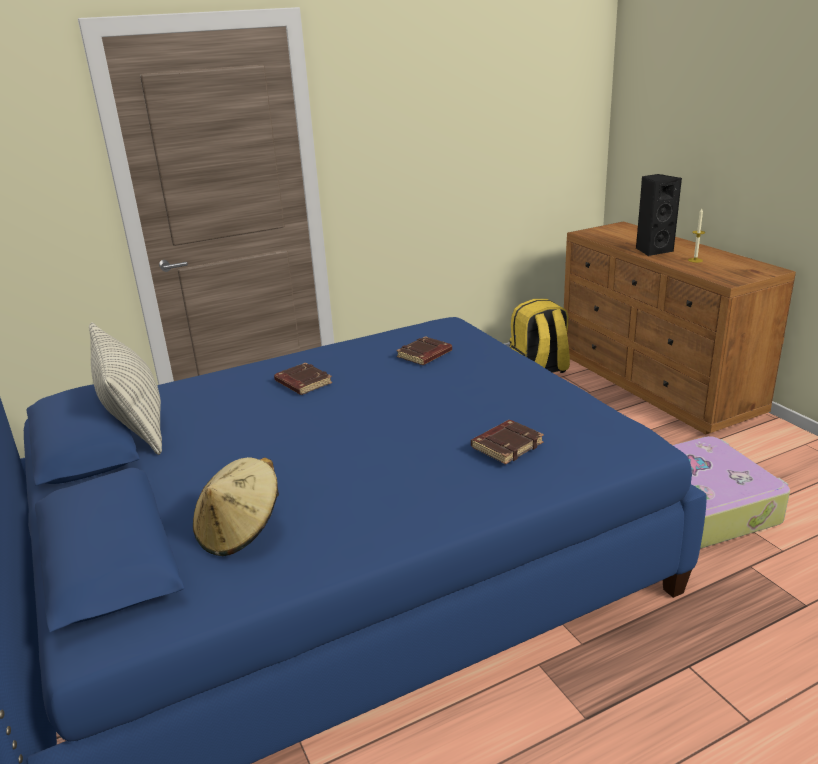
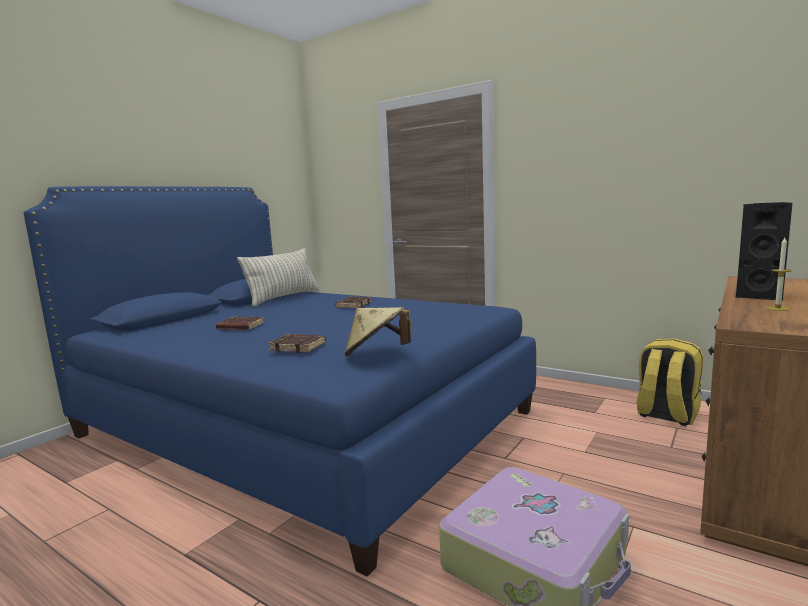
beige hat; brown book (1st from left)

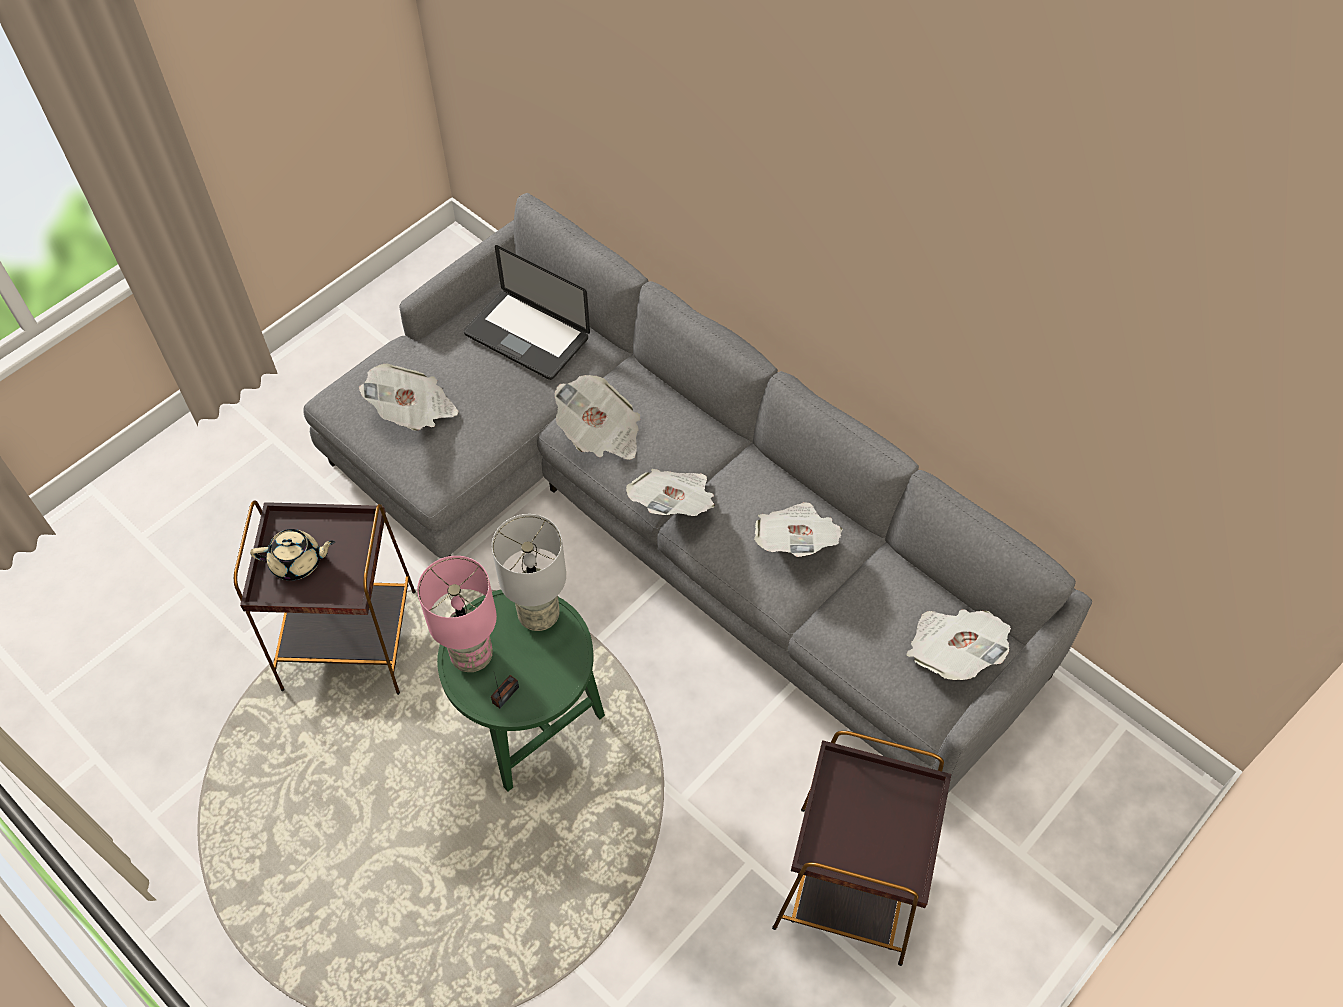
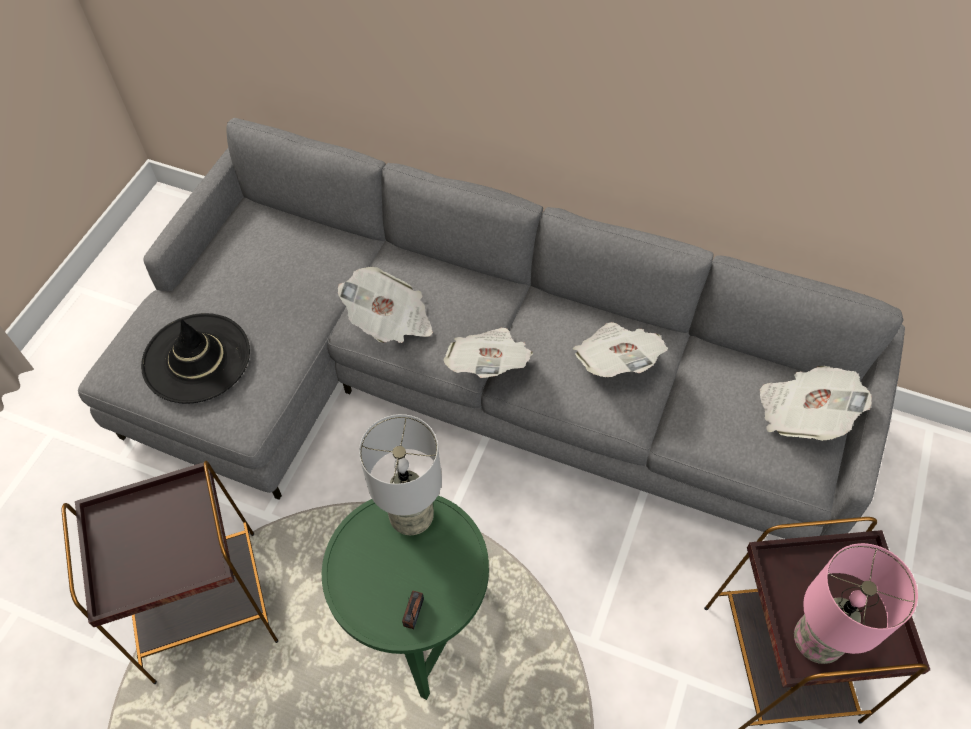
beige teapot; black hat; pink table lamp; laptop

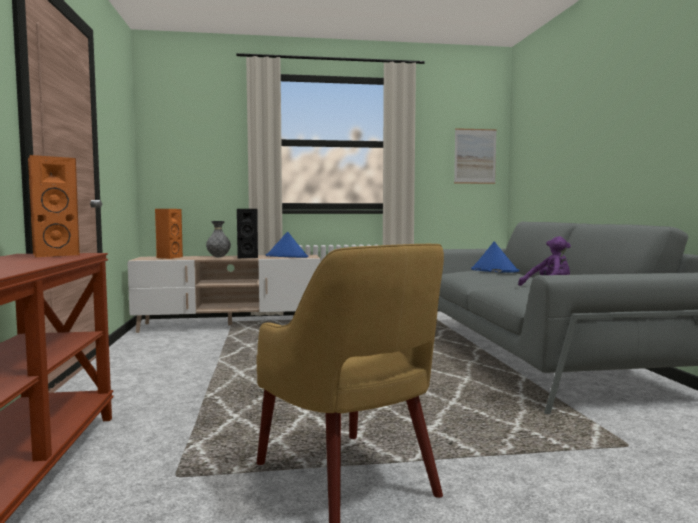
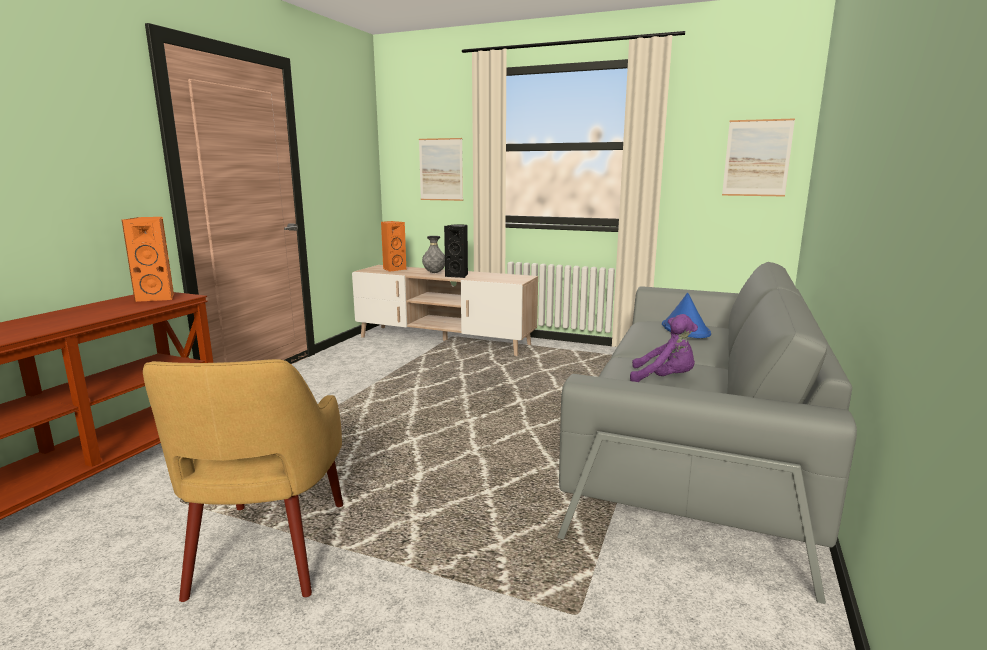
blue hat (1st from left in the first image); picture (1st from left)

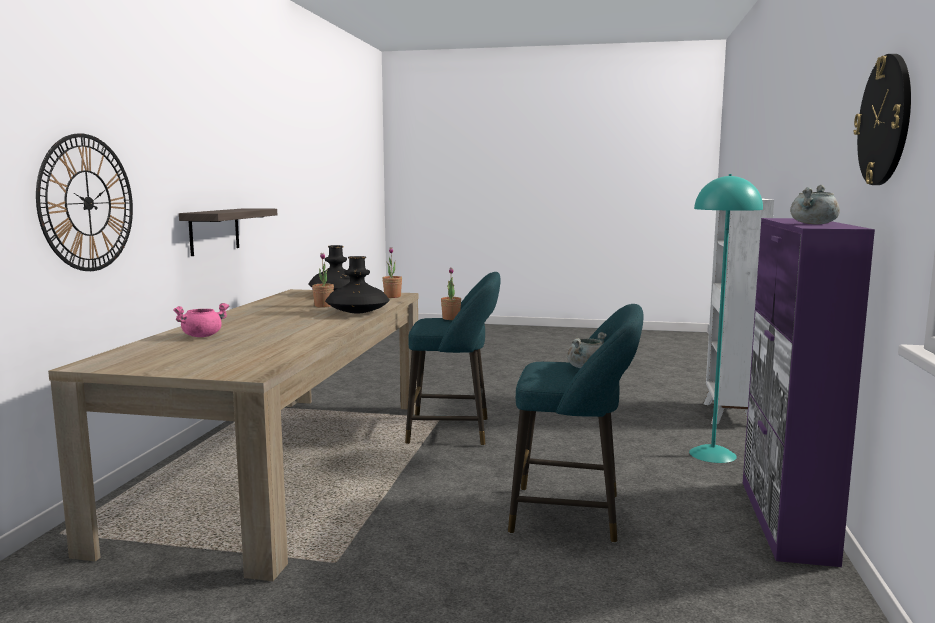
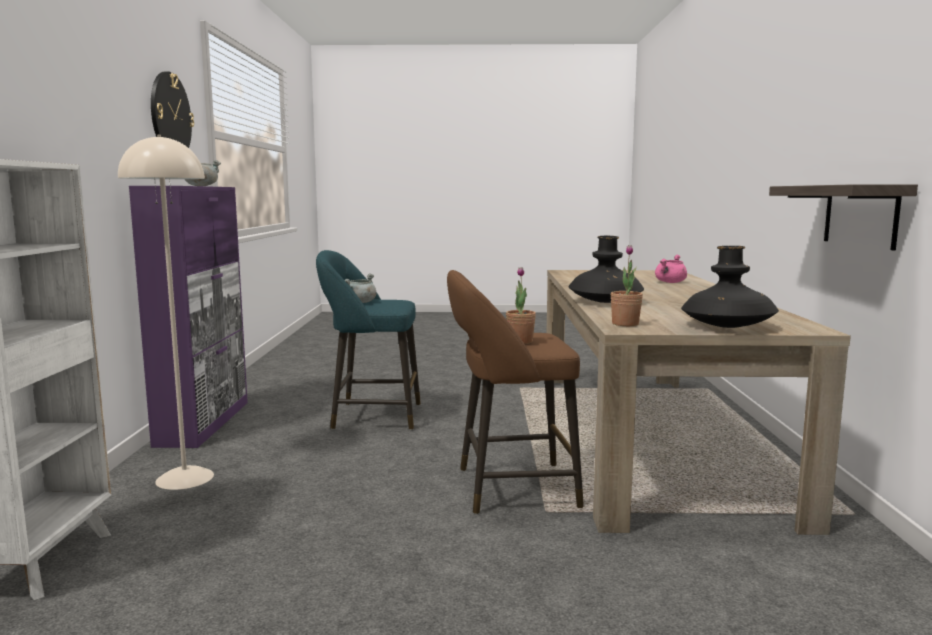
wall clock (1st from left in the first image); potted plant (1st from left in the first image); brown stool; beige floor lamp

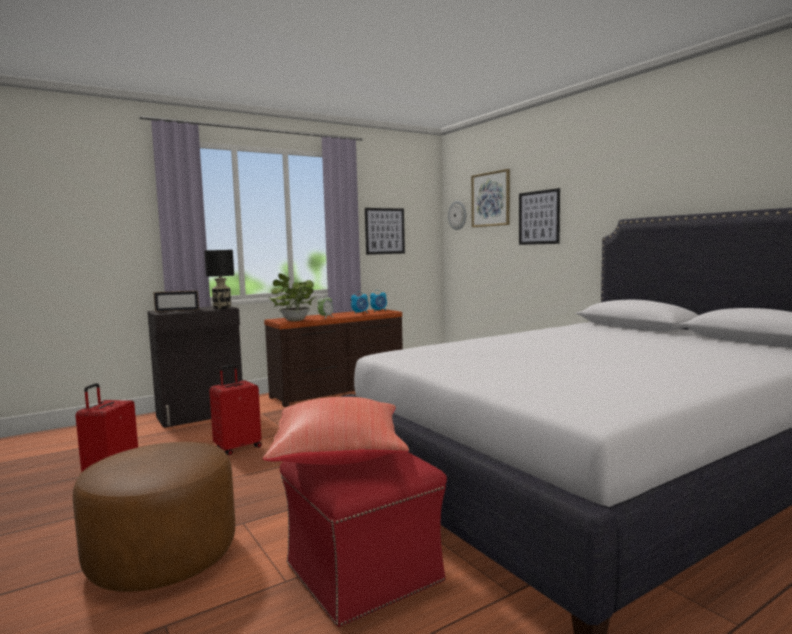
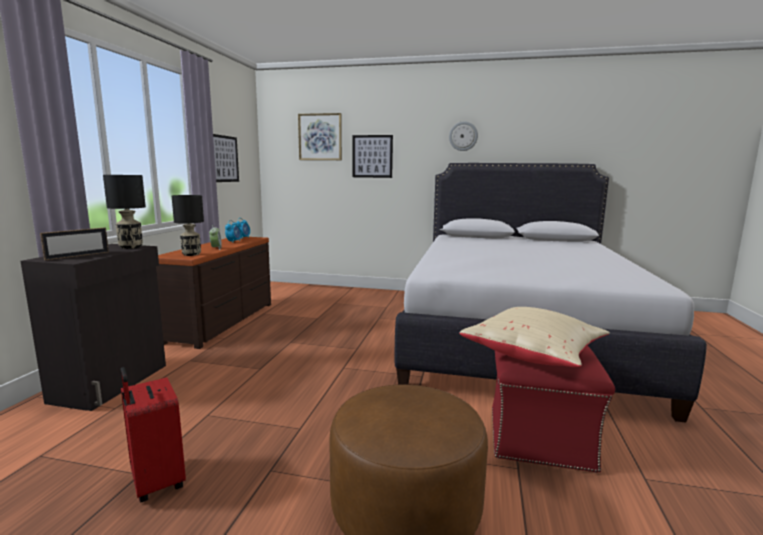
red suitcase (2nd from left in the first image); beige pillow; black table lamp (2nd from left); wall clock

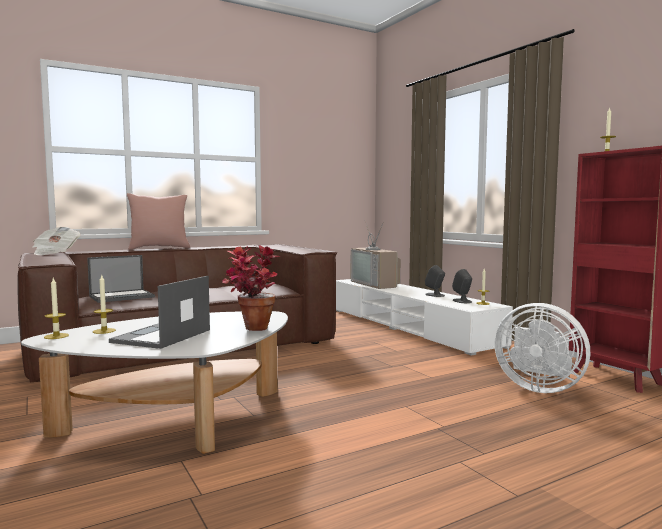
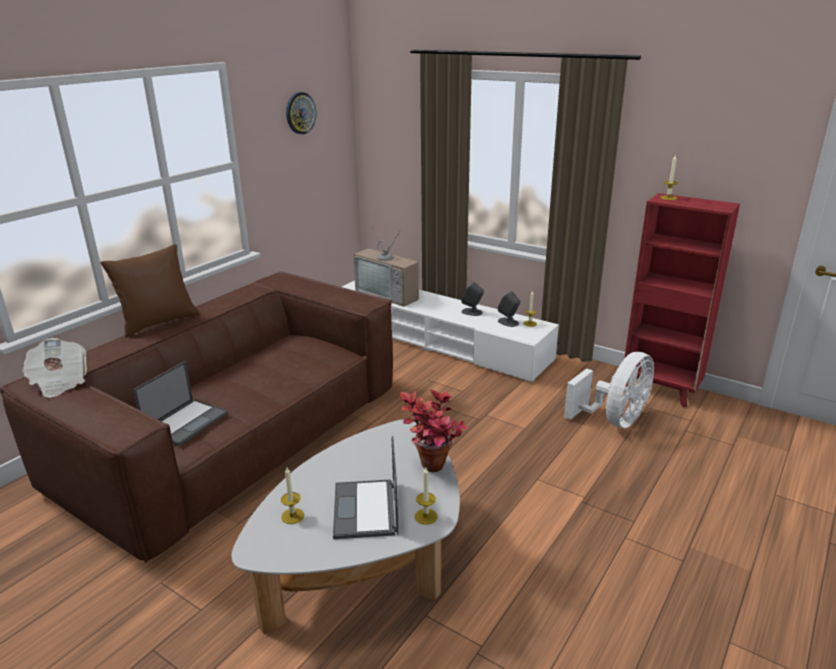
candle (2nd from left); brown pillow; white fan; wall clock

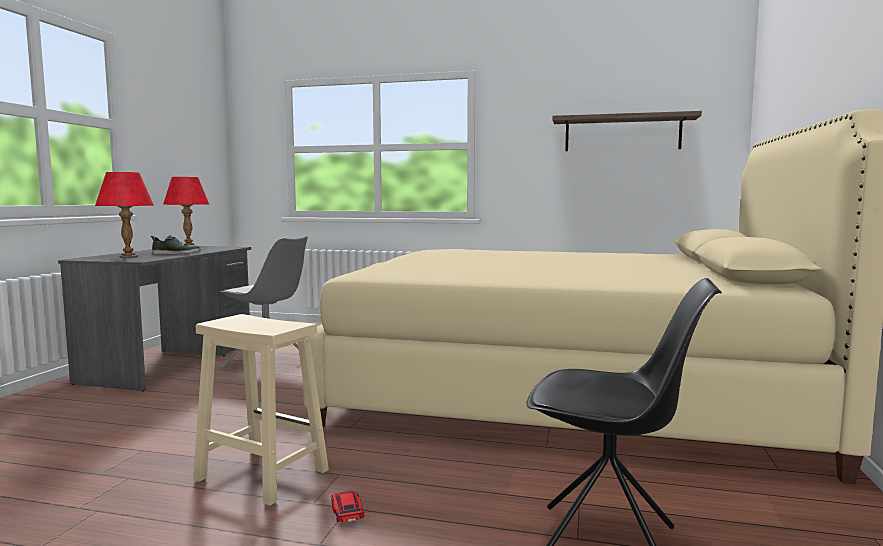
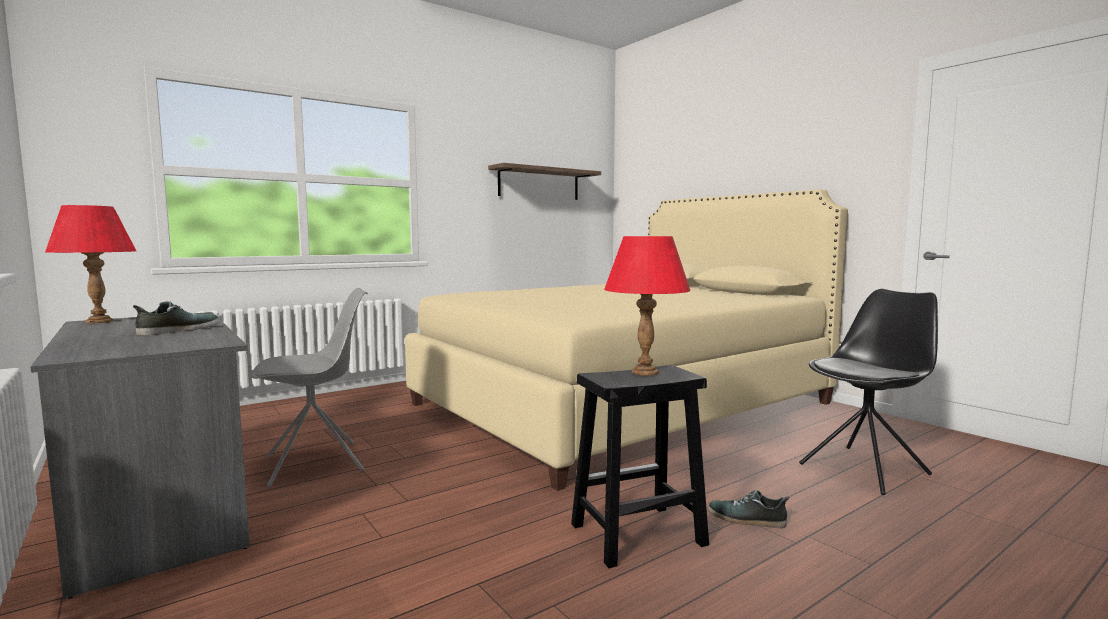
red table lamp (2nd from left); black stool; shoe (2nd from left)

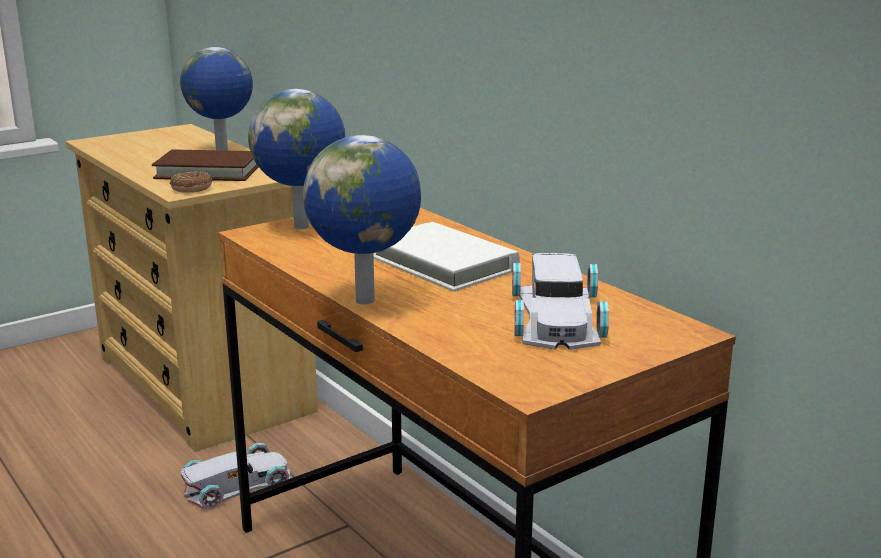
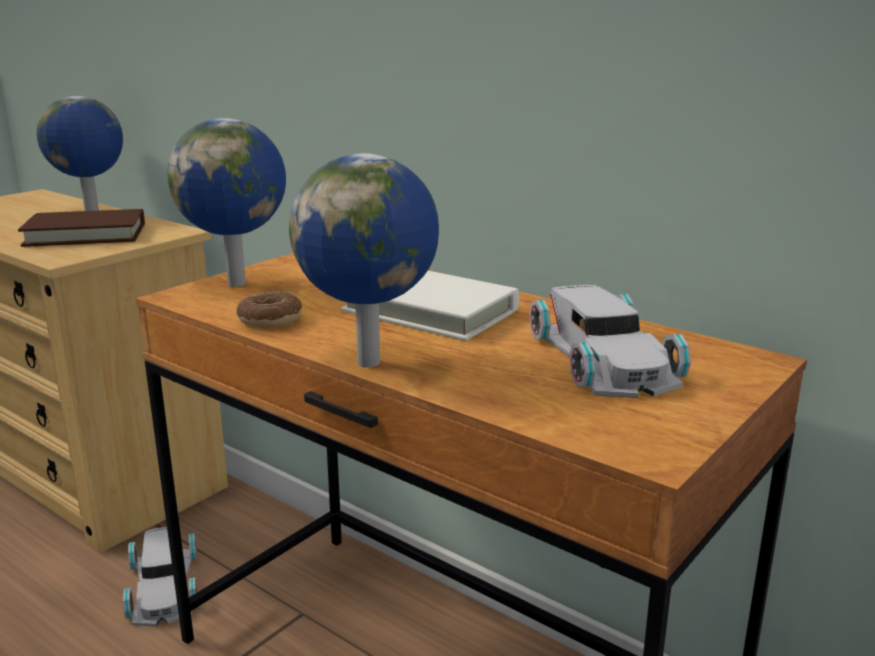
donut; white toy car (1st from left)

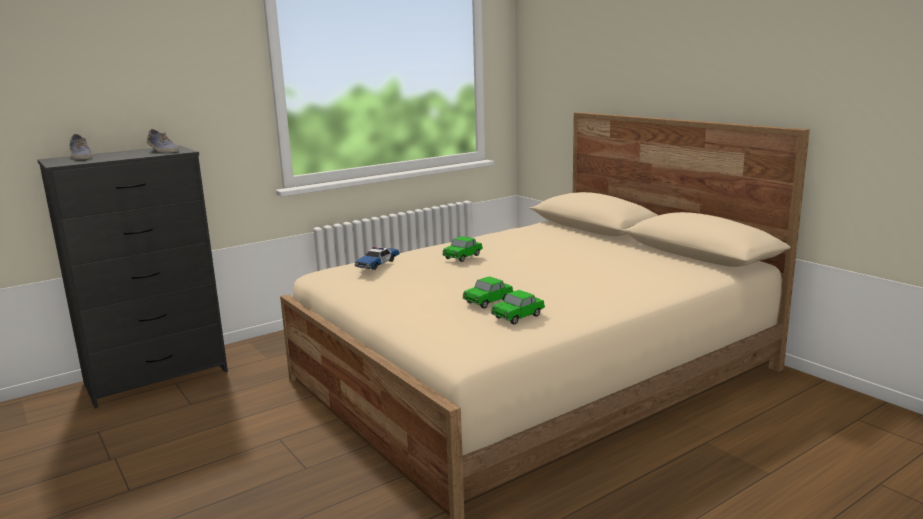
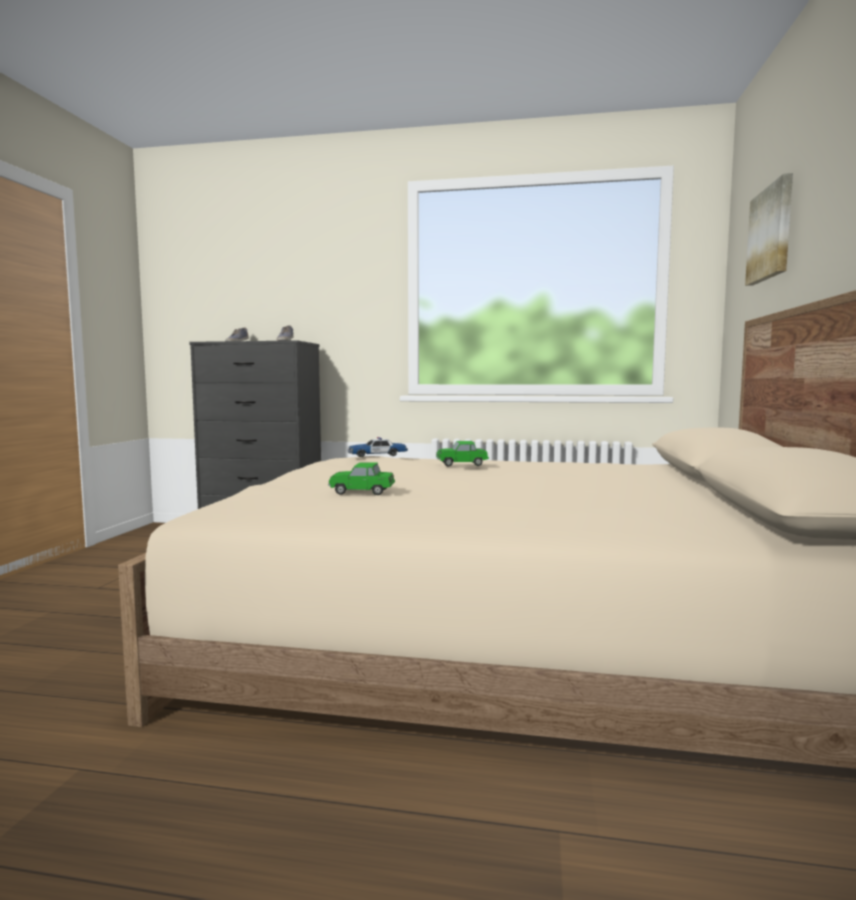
toy car (4th from left in the first image); picture

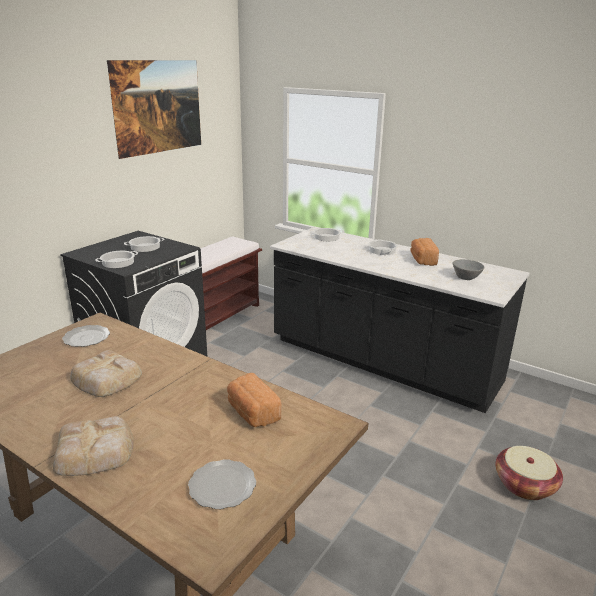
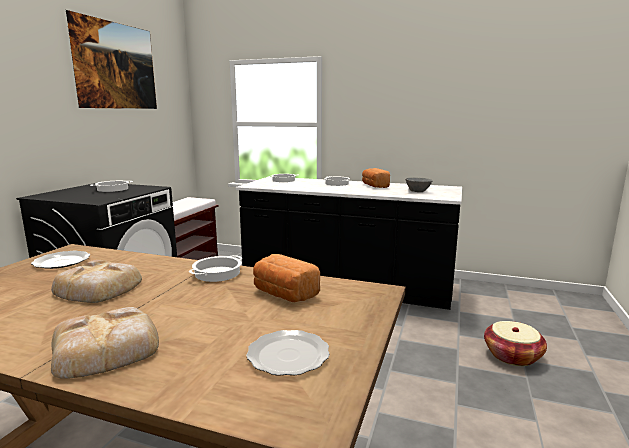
cooking pot (2nd from left)

